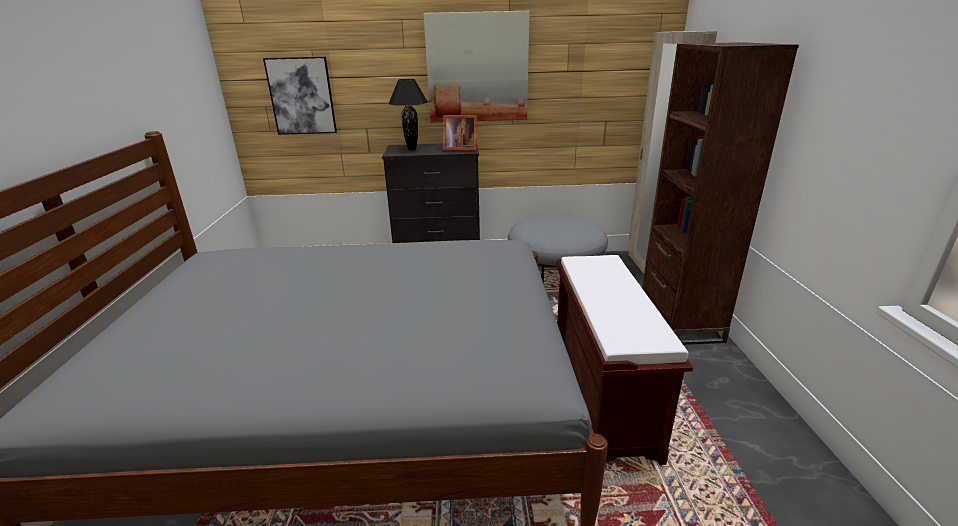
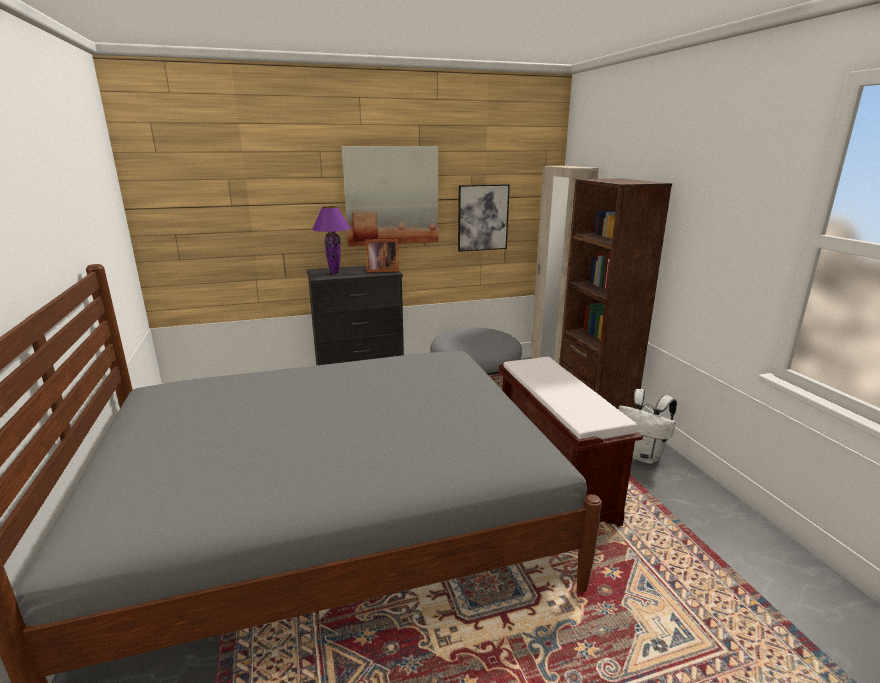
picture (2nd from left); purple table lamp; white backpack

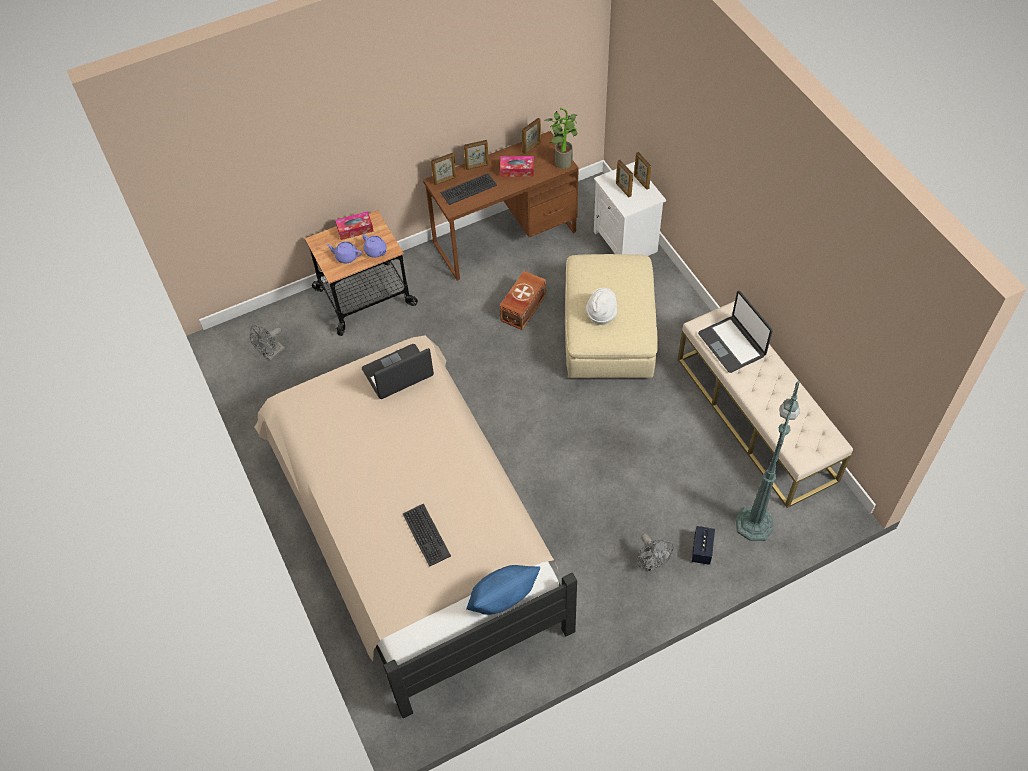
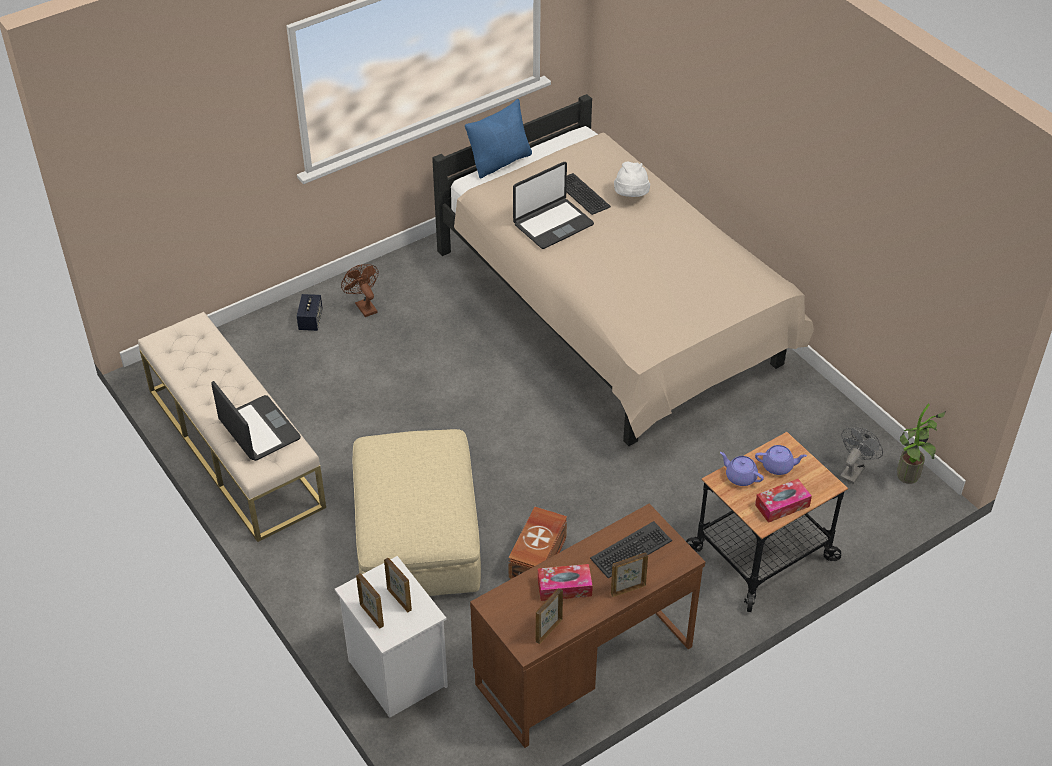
laptop (2nd from left); picture frame (1st from left in the first image); potted plant; white hat; brown fan; green floor lamp

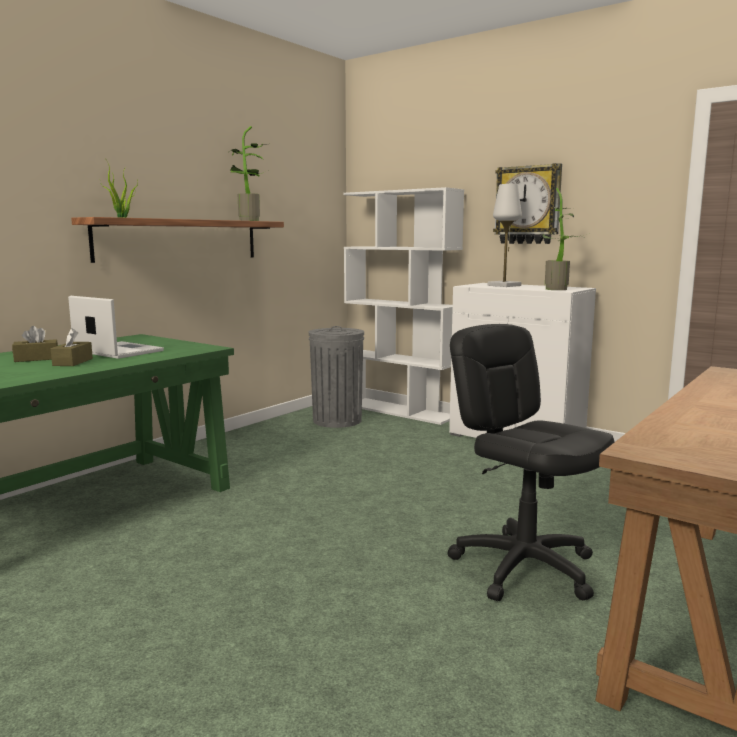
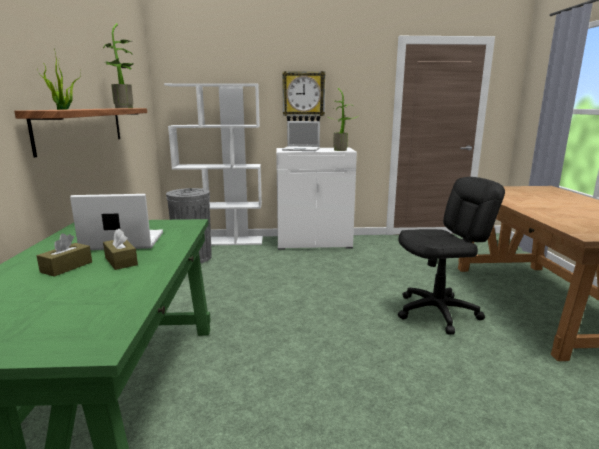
black office chair; laptop (2nd from left)

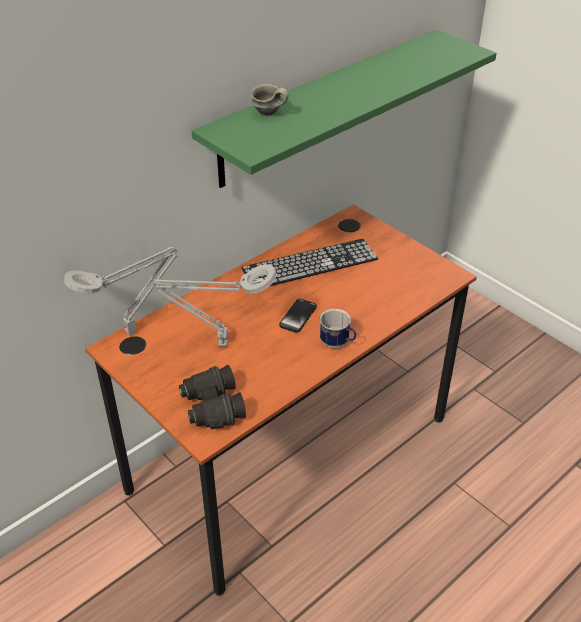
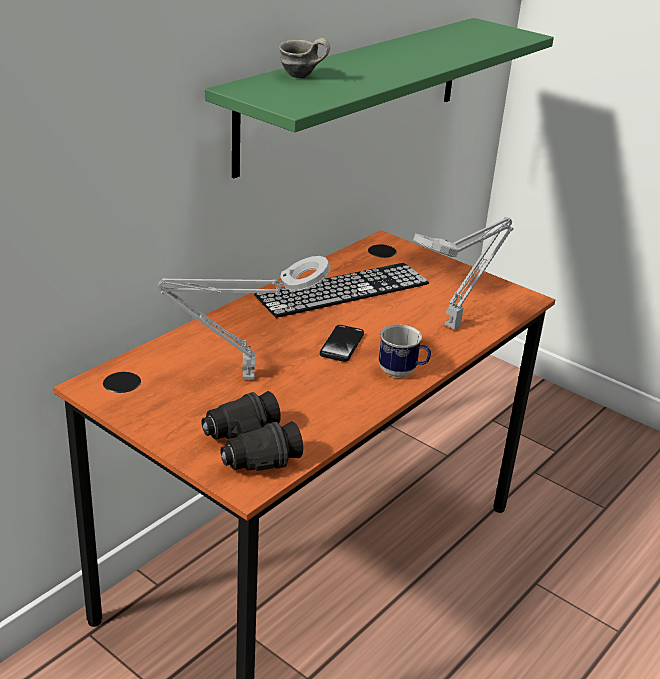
grey table lamp (2nd from left)

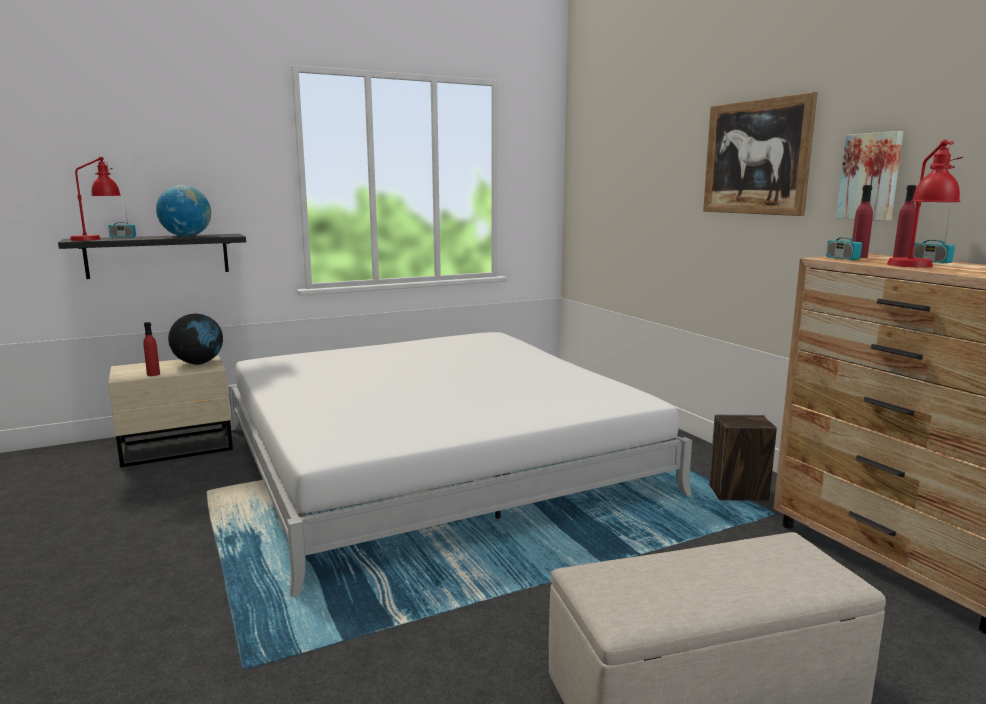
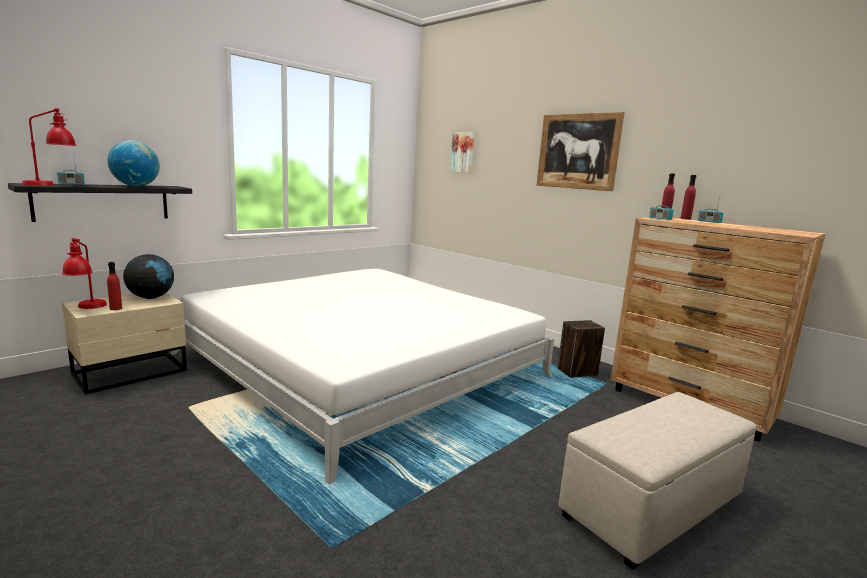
picture (1st from left); red table lamp (2nd from left)

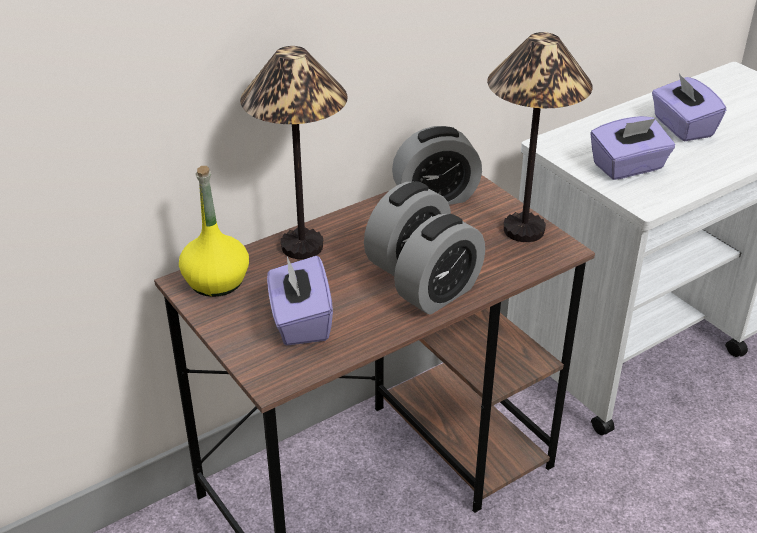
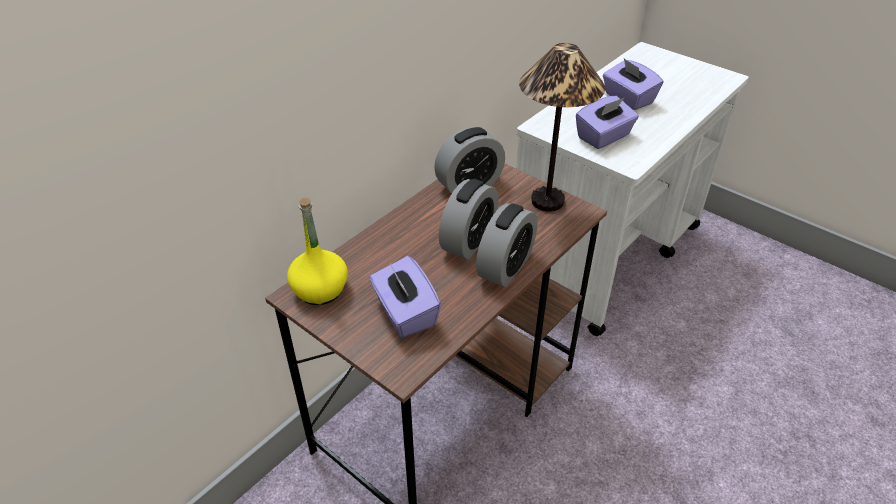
table lamp (1st from left in the first image)

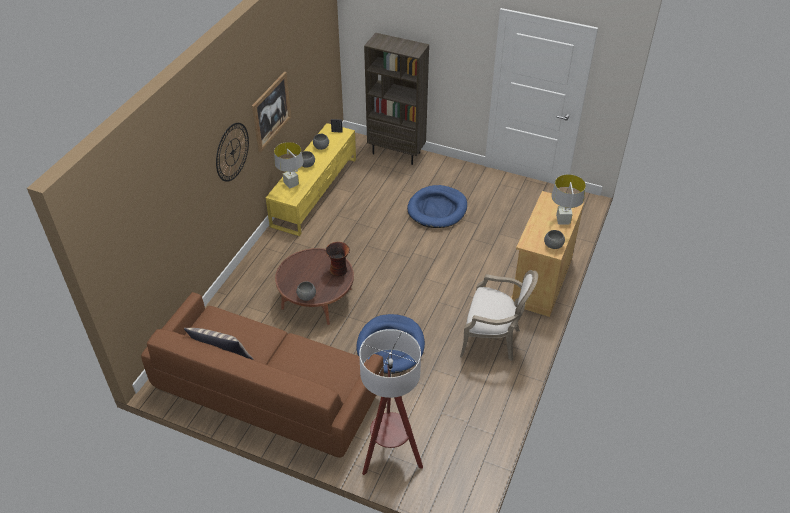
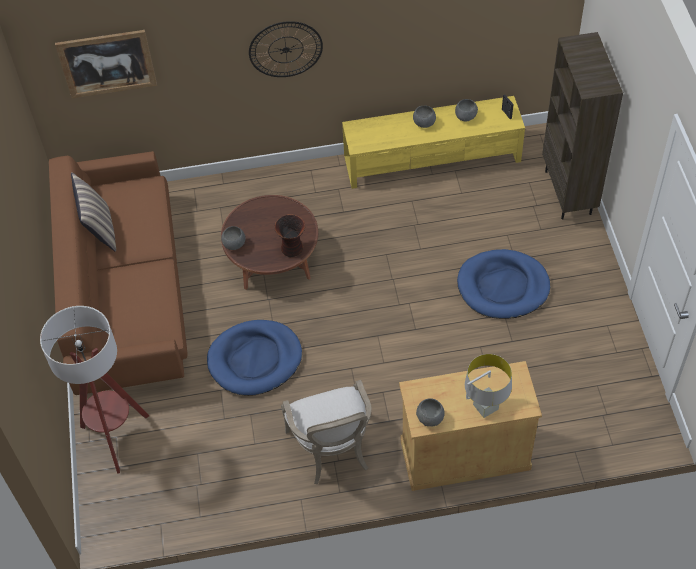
picture; grey table lamp (1st from left in the first image)

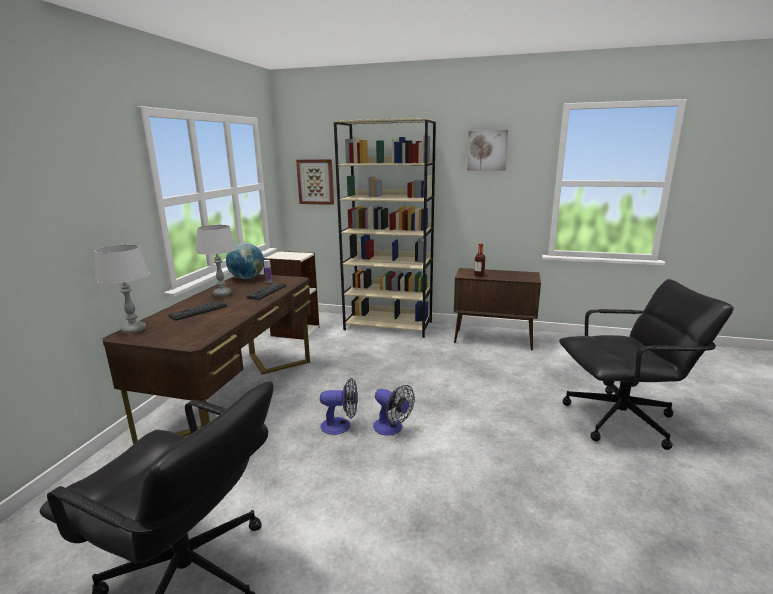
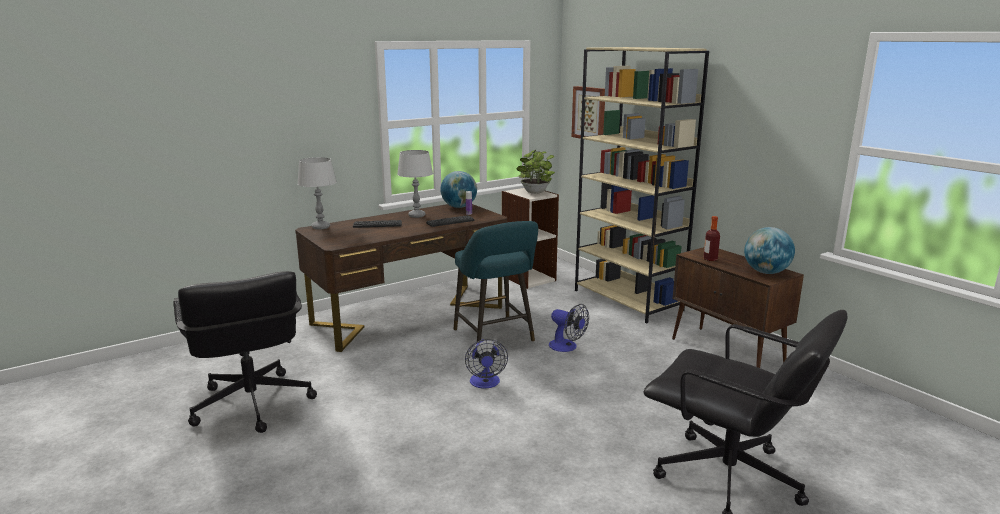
fan (2nd from left); picture (2nd from left in the first image); turquoise stool; potted plant; globe (2nd from left)

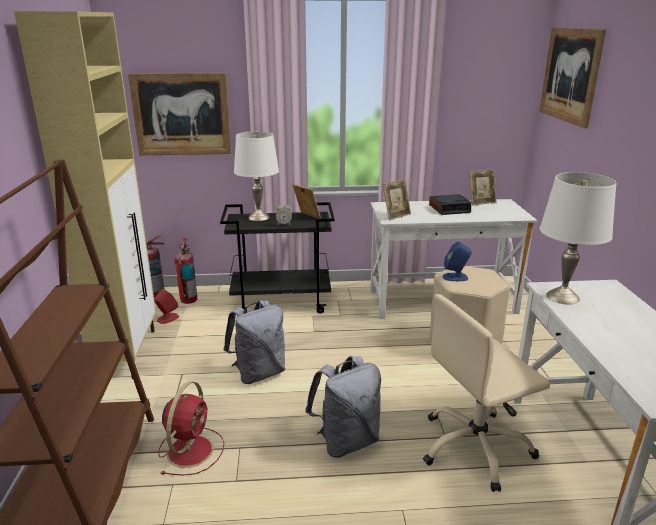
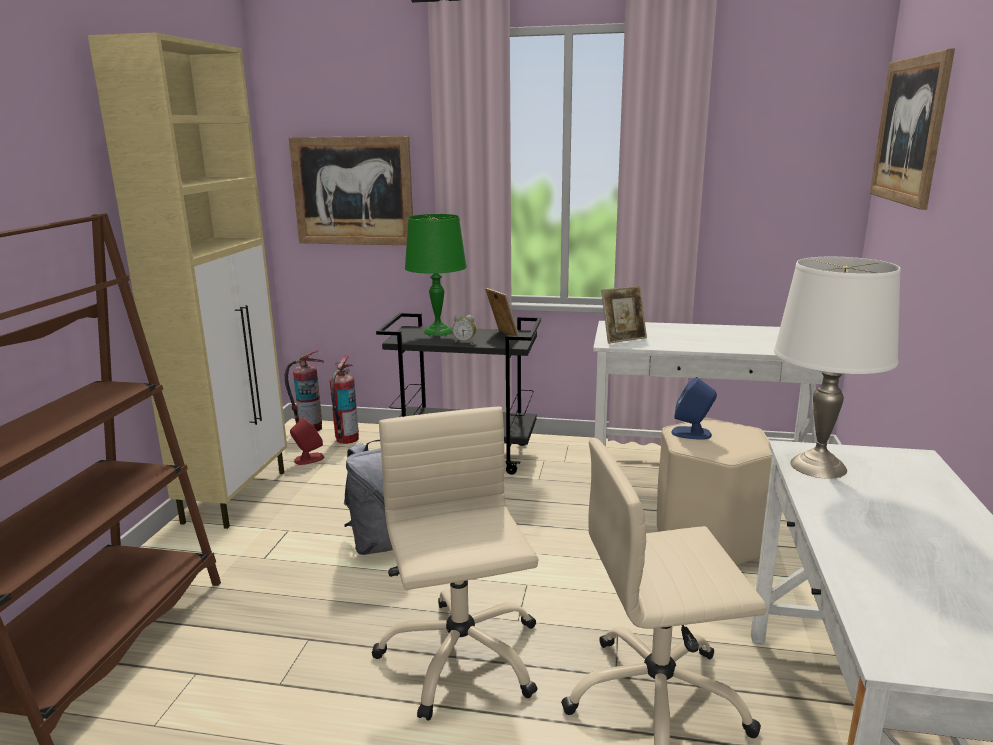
red fan; green table lamp; beige office chair (1st from left); alarm clock (2nd from left in the first image); picture frame (3rd from left in the first image)

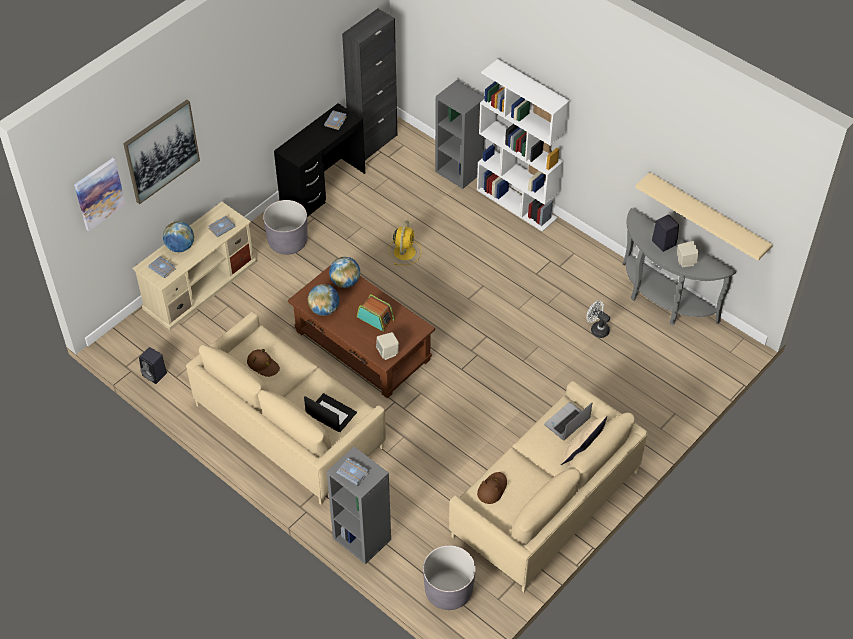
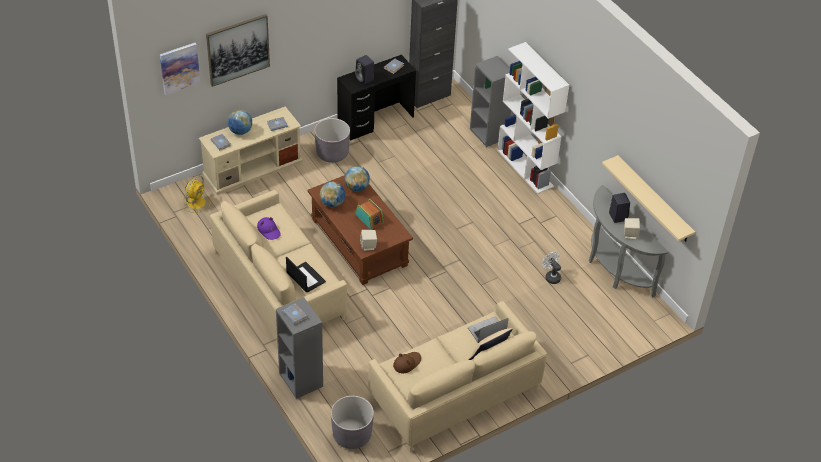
black speaker (1st from left); purple hat; yellow fan

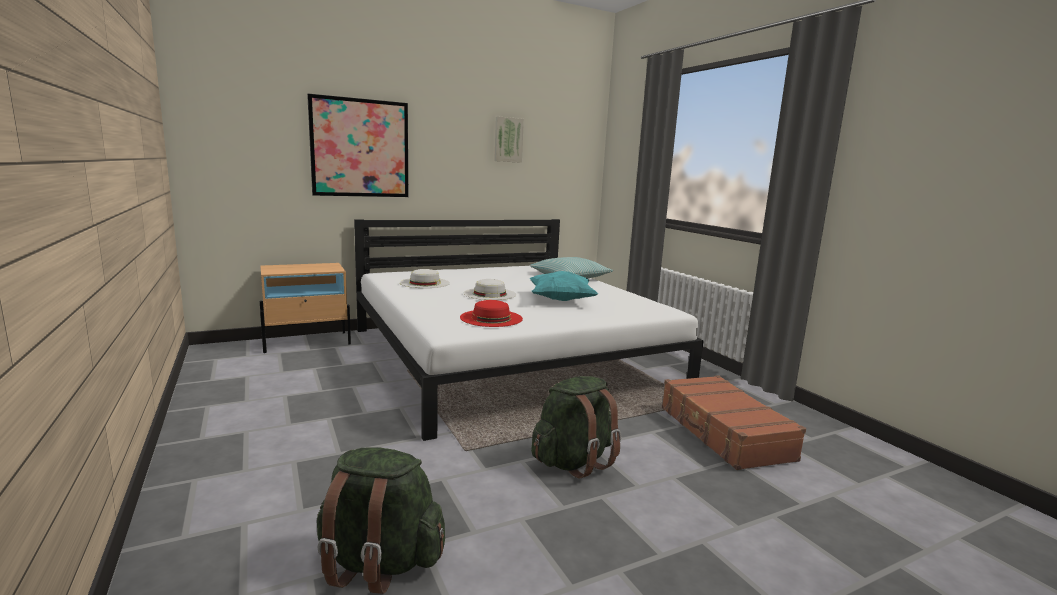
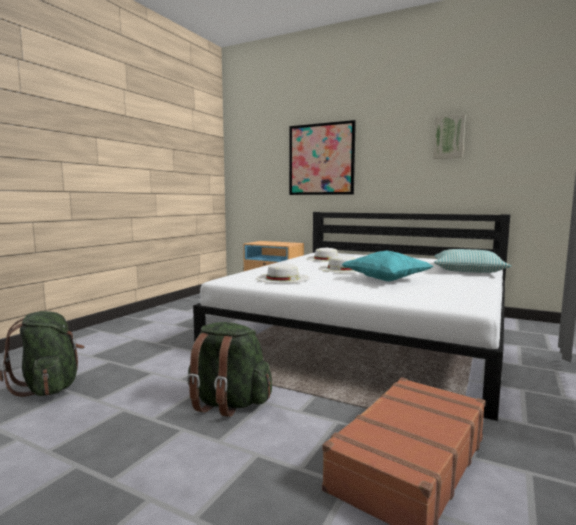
white hat (1st from left)

